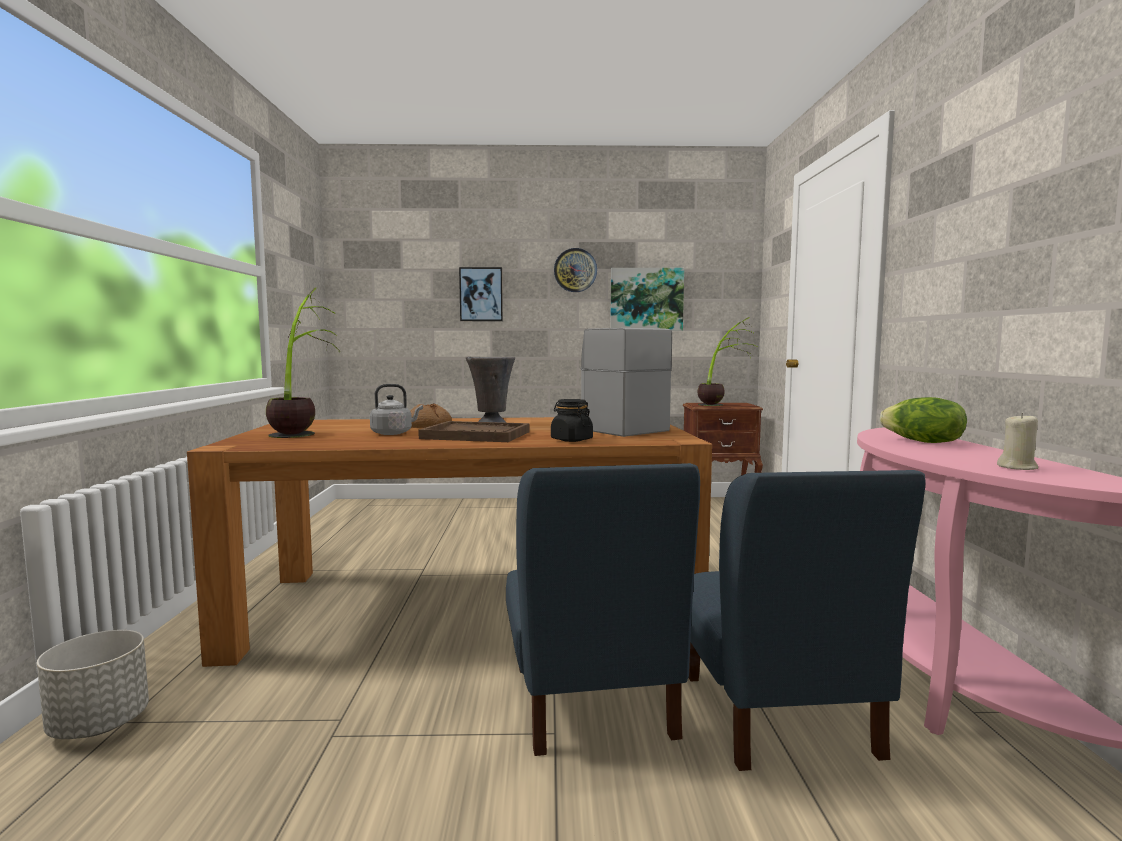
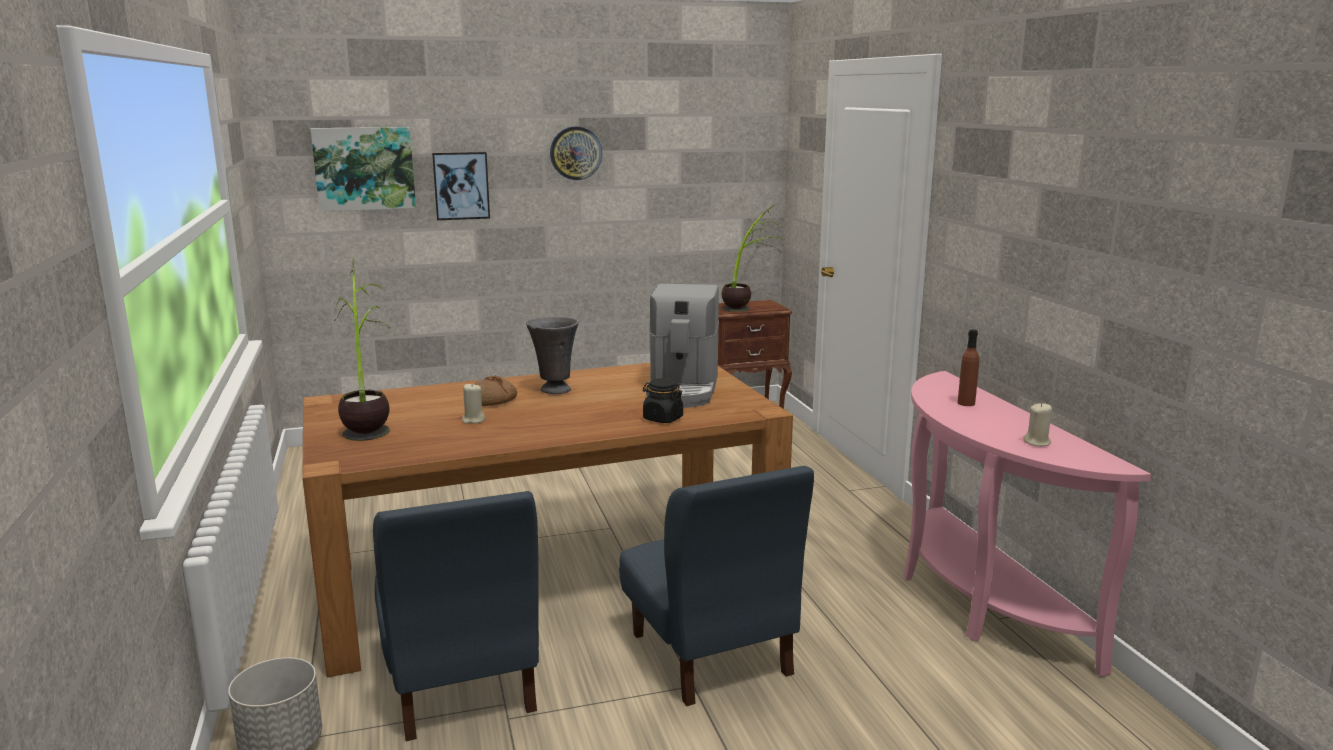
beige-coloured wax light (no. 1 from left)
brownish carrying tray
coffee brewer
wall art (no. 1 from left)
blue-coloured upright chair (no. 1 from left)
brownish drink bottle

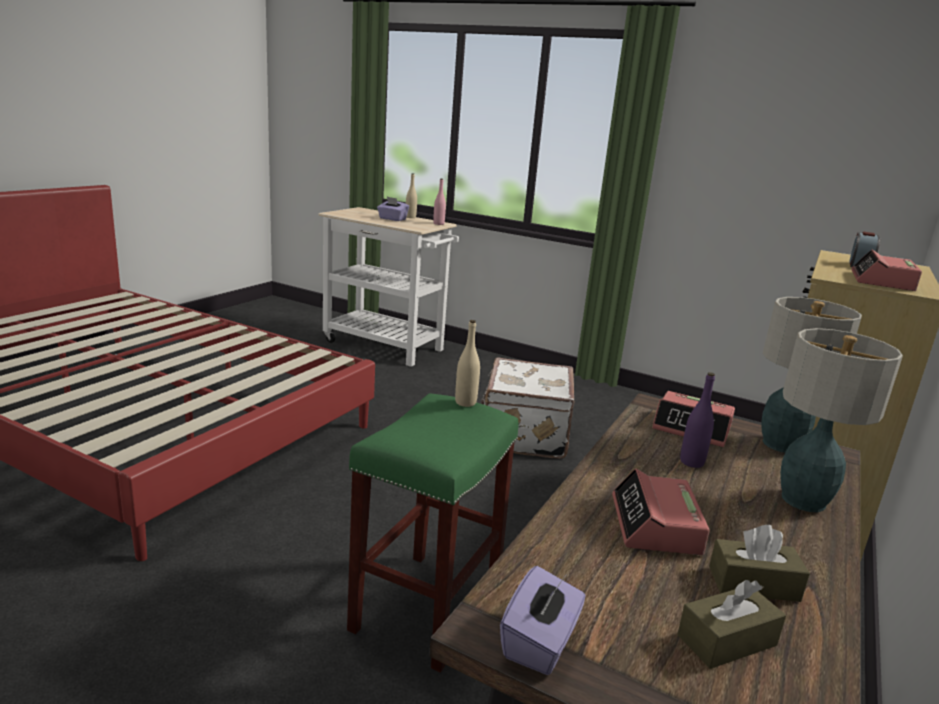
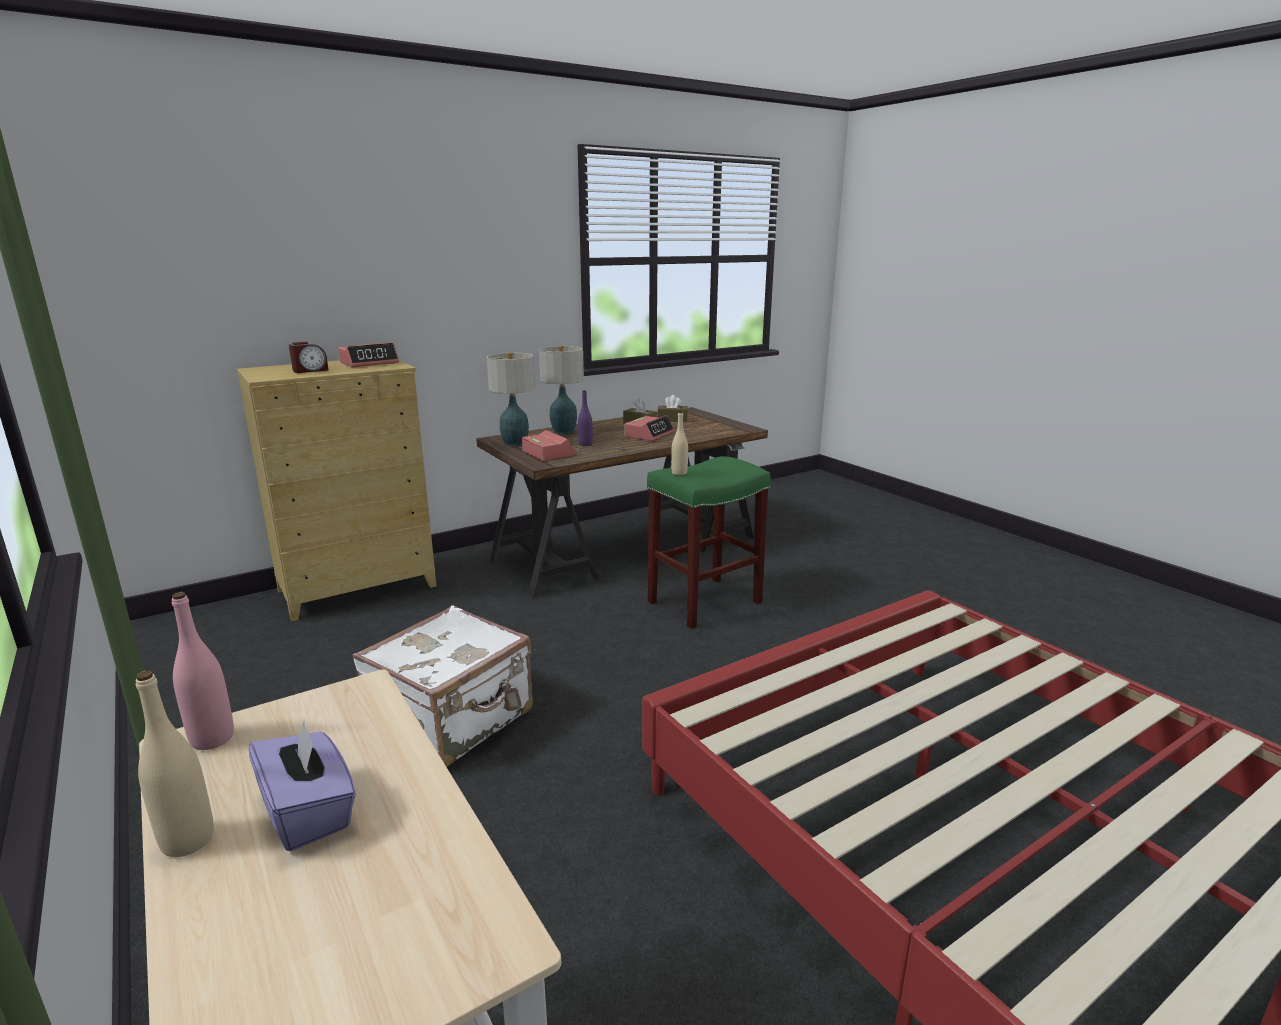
purple-coloured tissue holder (no. 2 from left in the first image)

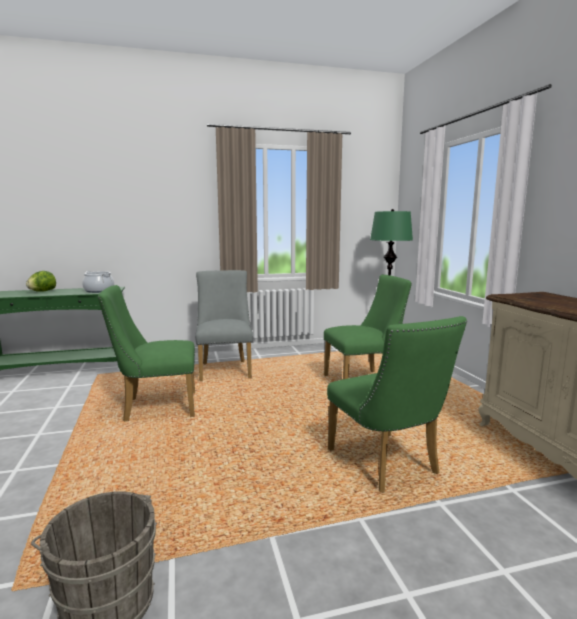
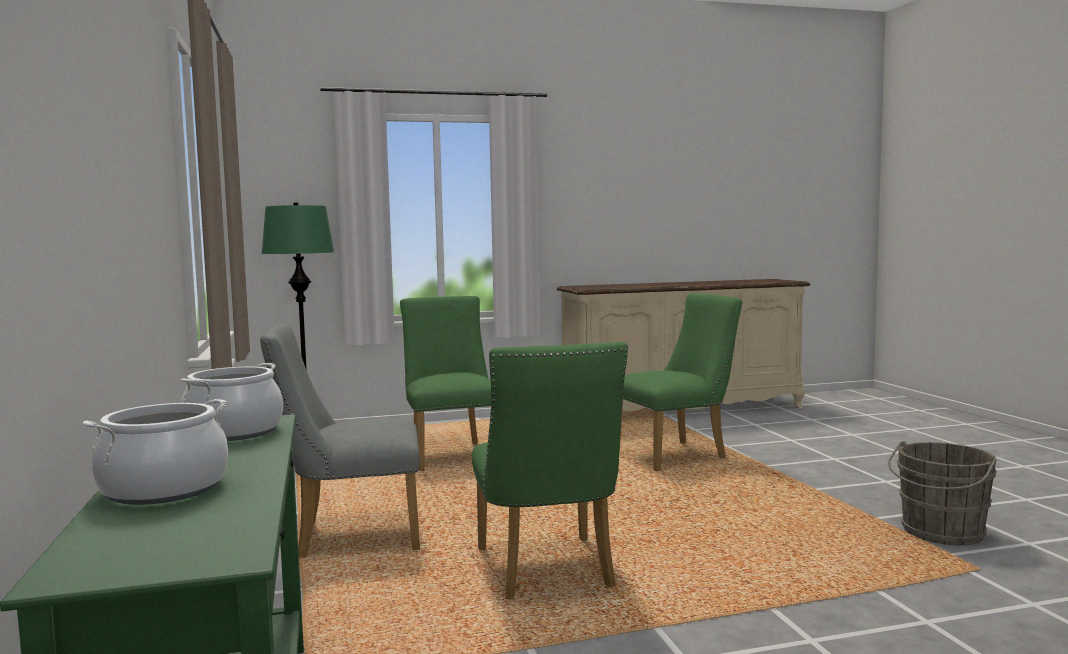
saucepot (no. 1 from left)

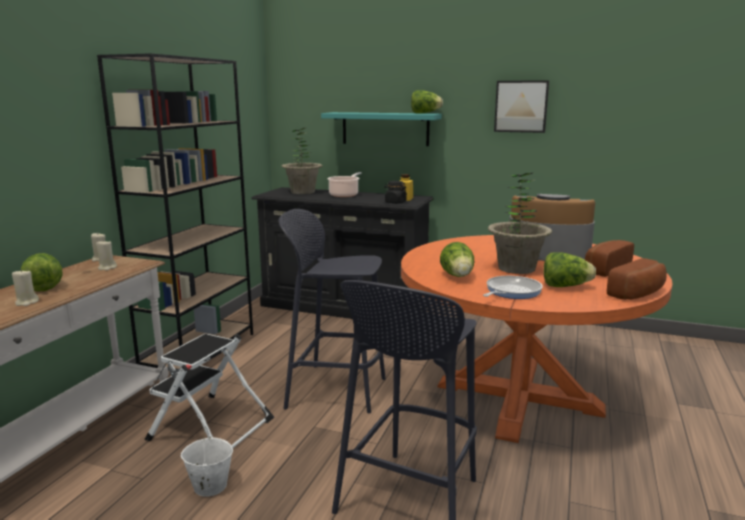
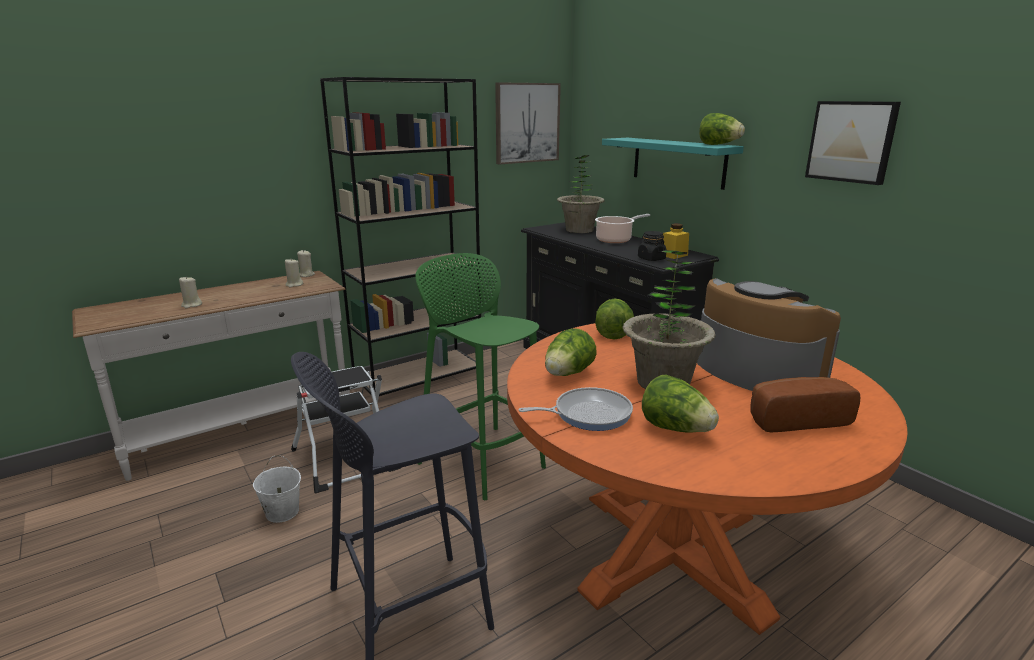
head of lettuce (no. 2 from left)
green stool seat
baked bread (no. 2 from left in the first image)
wall art (no. 1 from left)

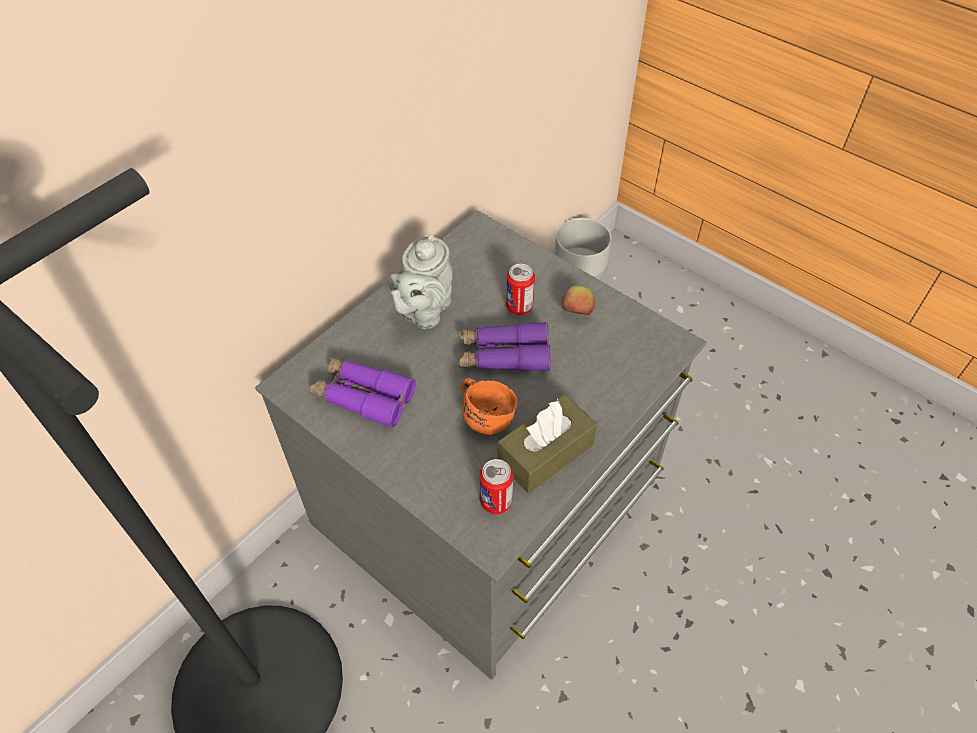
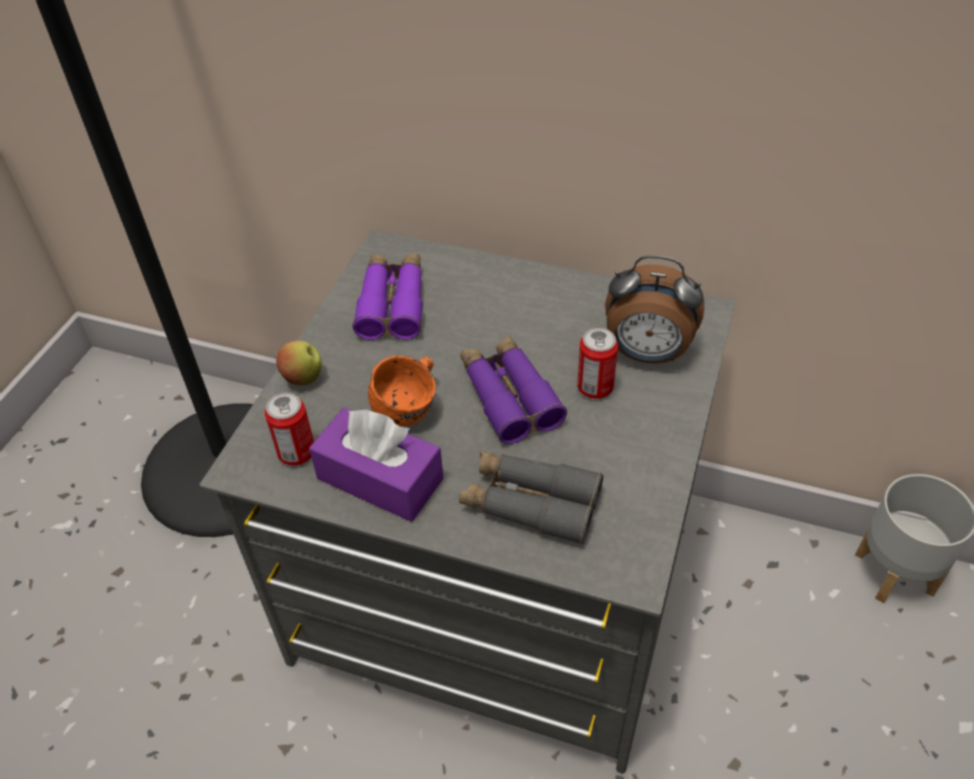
grey teapot
purple-coloured tissue holder
apple
grey field glasses
alarm clock

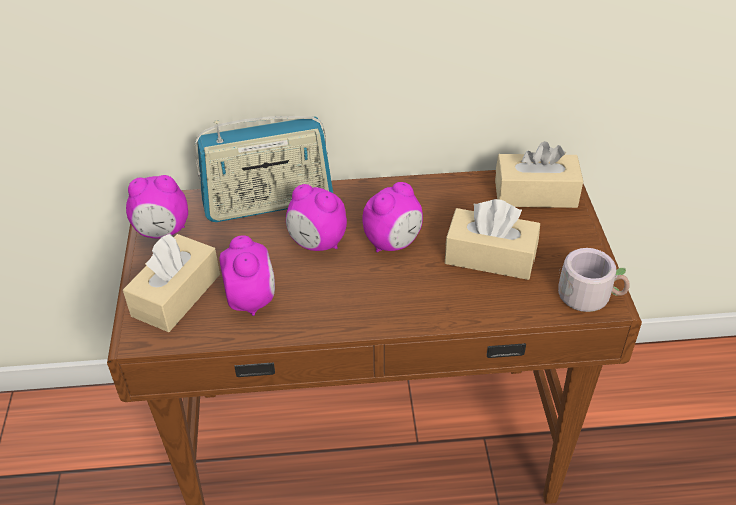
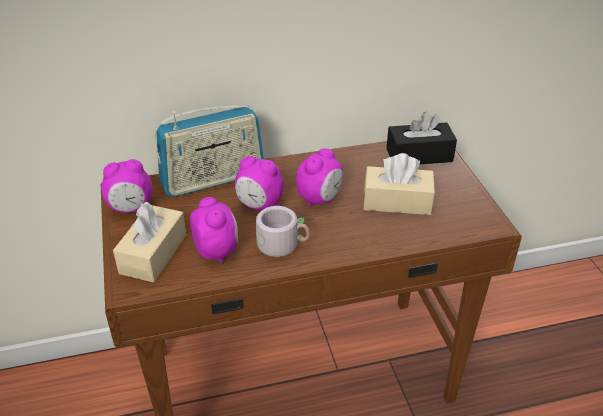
blackish tissue holder
grey mug

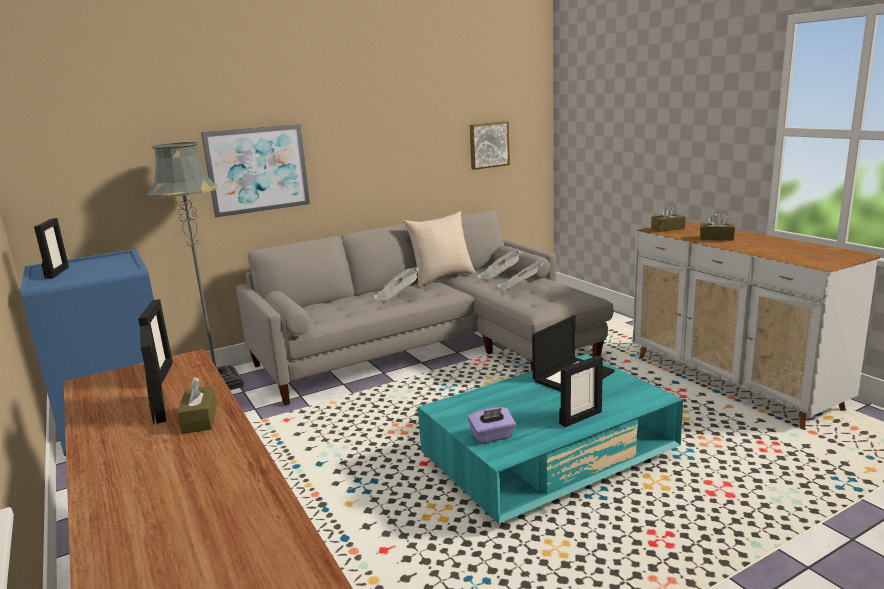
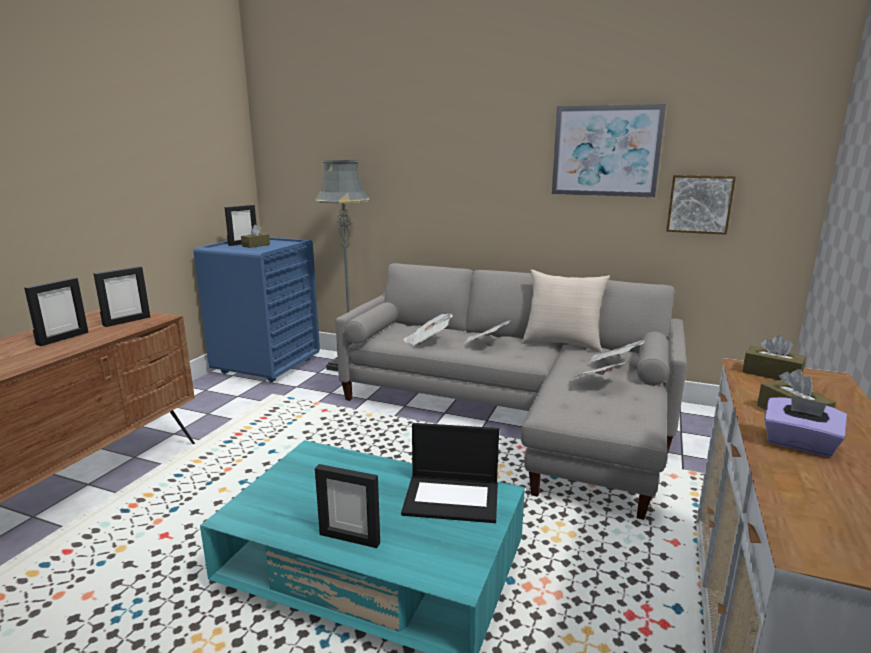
brownish tissue holder (no. 1 from left)
wall art (no. 1 from left)
purple-coloured tissue holder
daily paper (no. 1 from left)

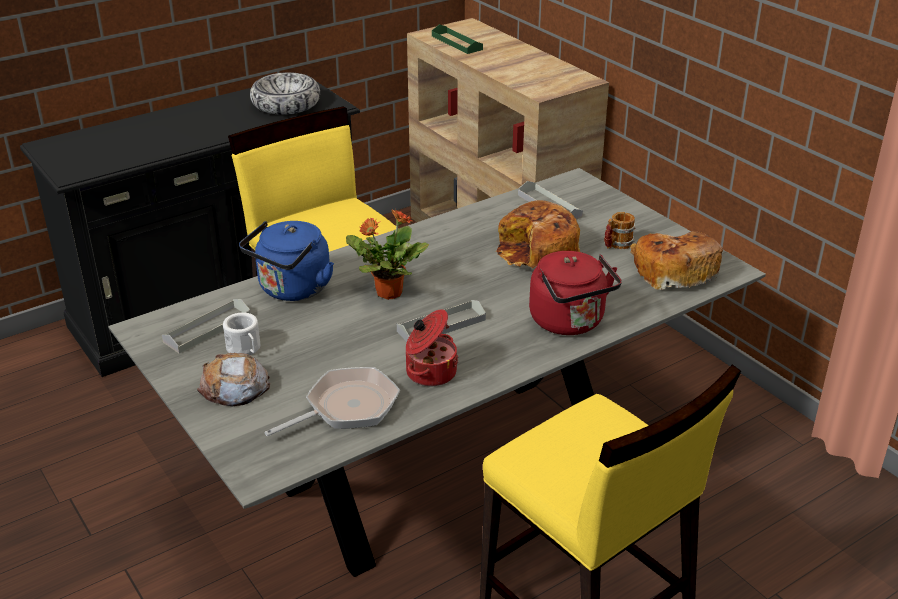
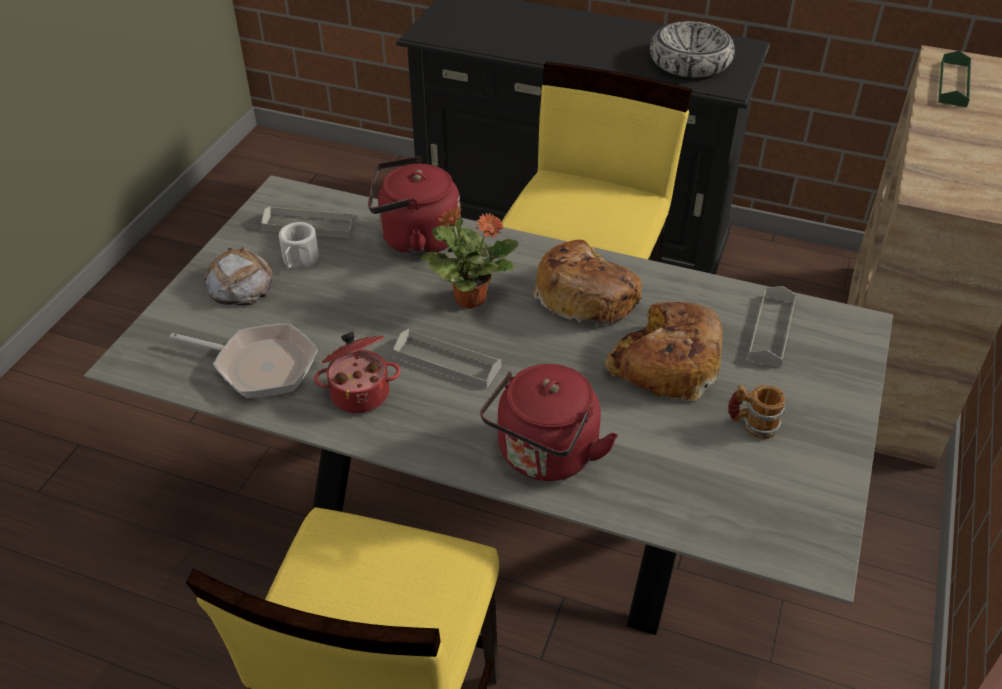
red tea kettle (no. 1 from left)
baked bread (no. 2 from left)

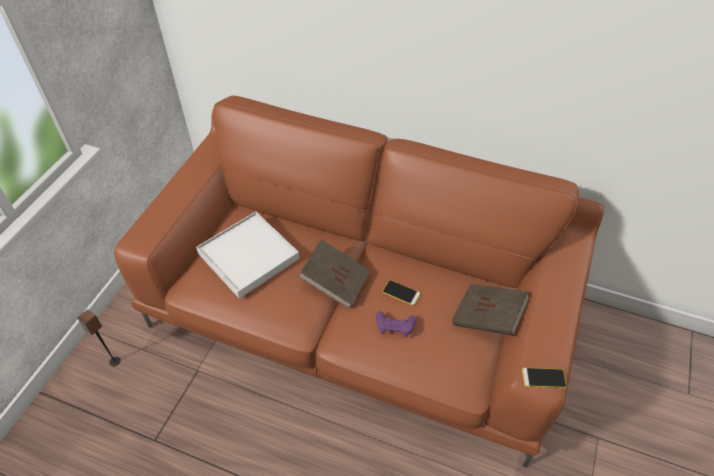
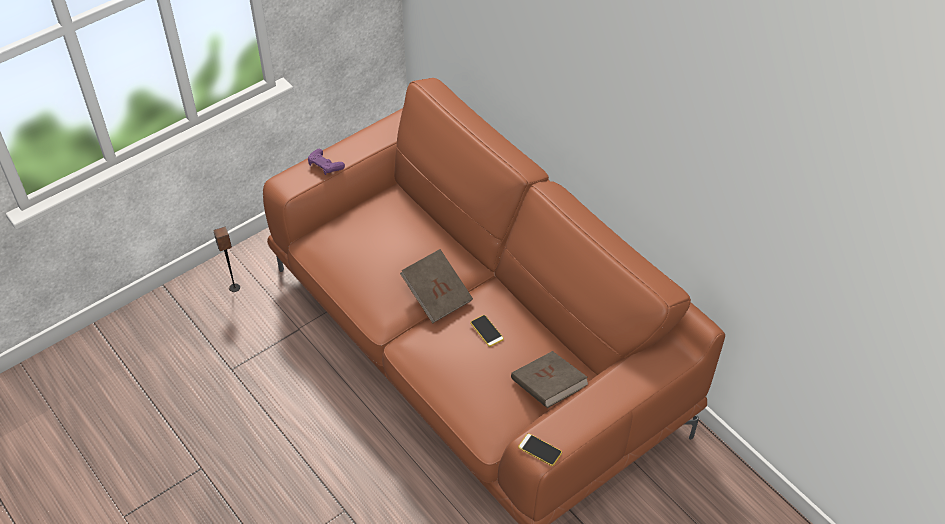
white-coloured carrying tray
purple-coloured gamepad

